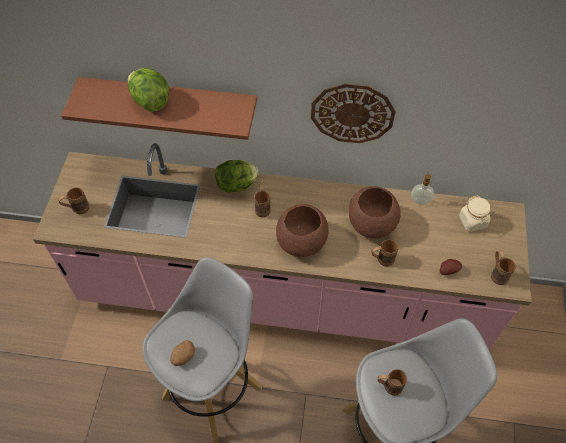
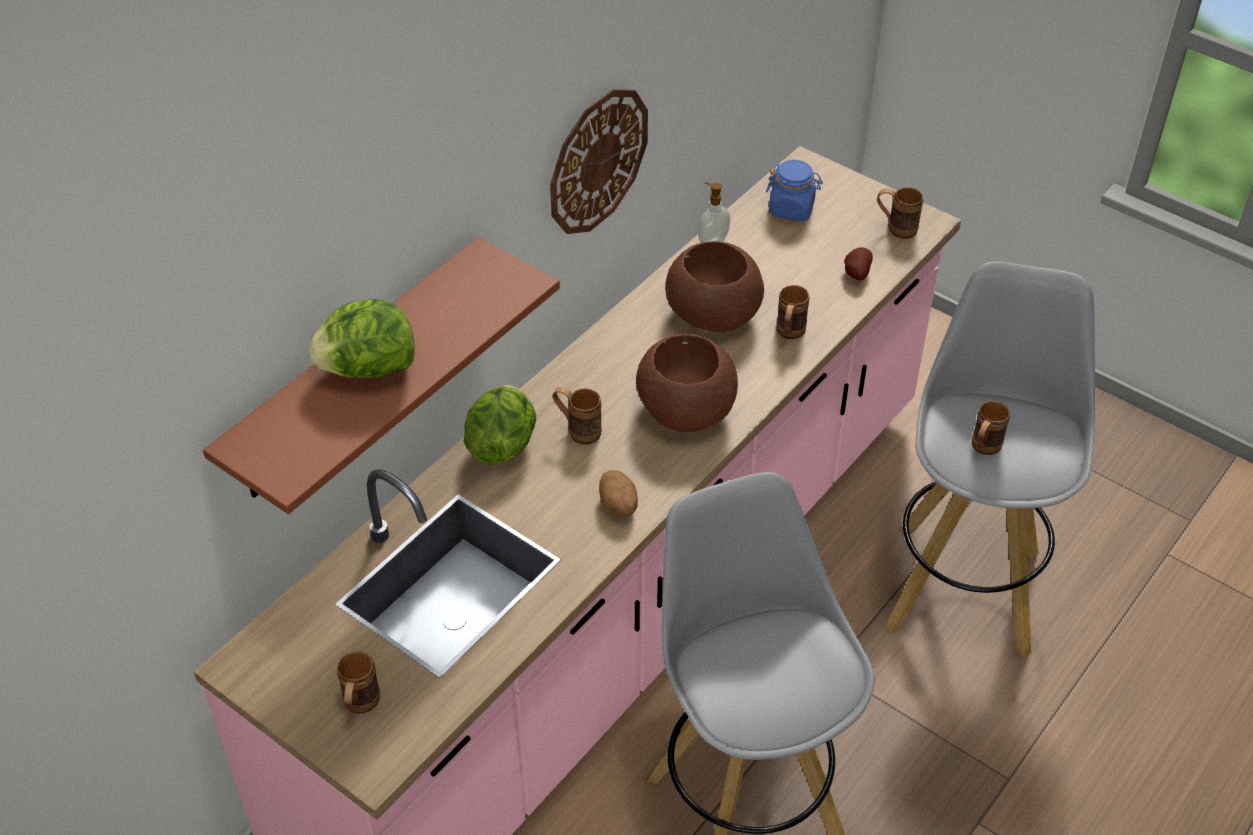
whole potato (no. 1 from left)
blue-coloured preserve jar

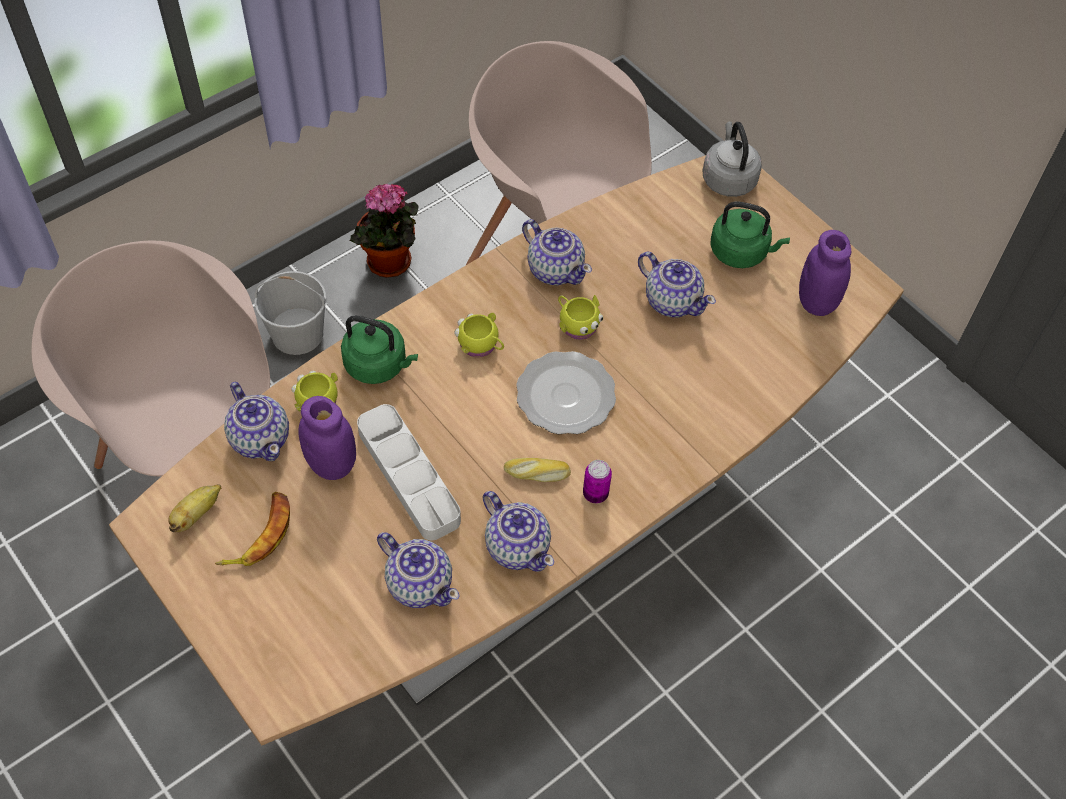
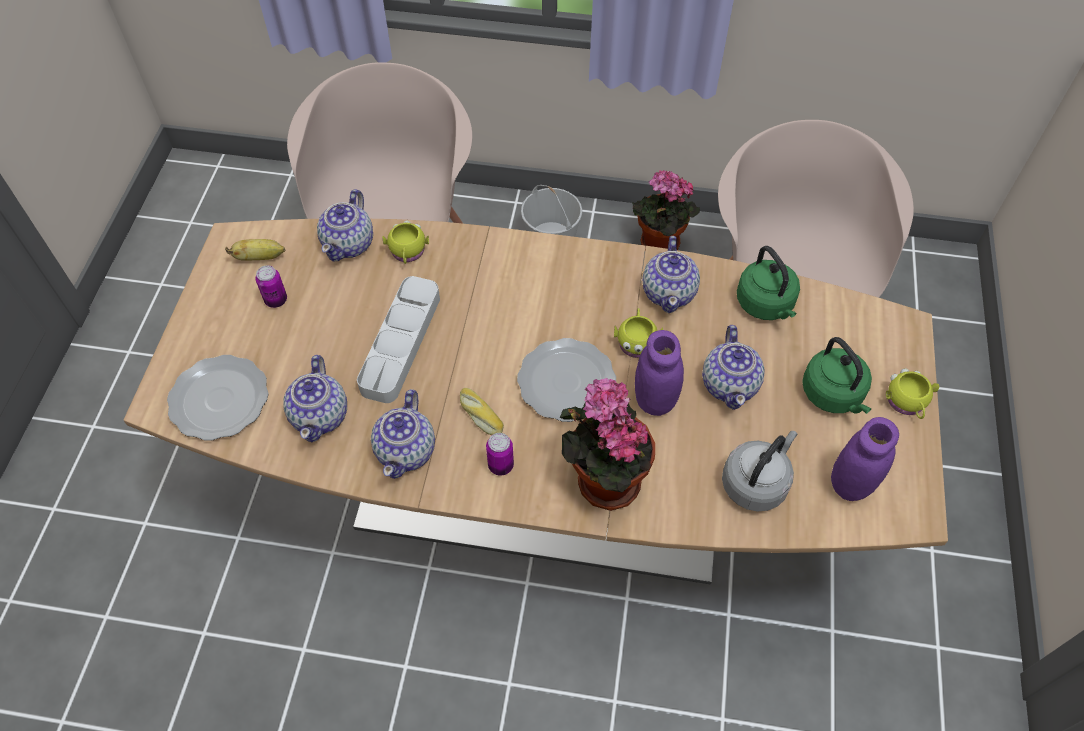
metal can (no. 1 from left)
purple-coloured preserve jar (no. 1 from left)
green tea kettle (no. 1 from left)
yellow-coloured mug (no. 3 from left)
grey tea kettle
plate (no. 1 from left)
plant in a pot (no. 1 from left)

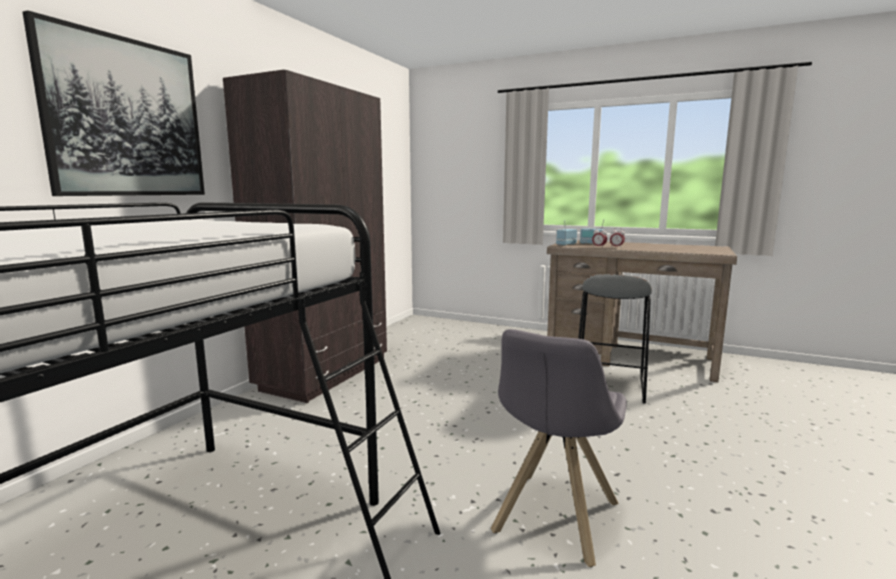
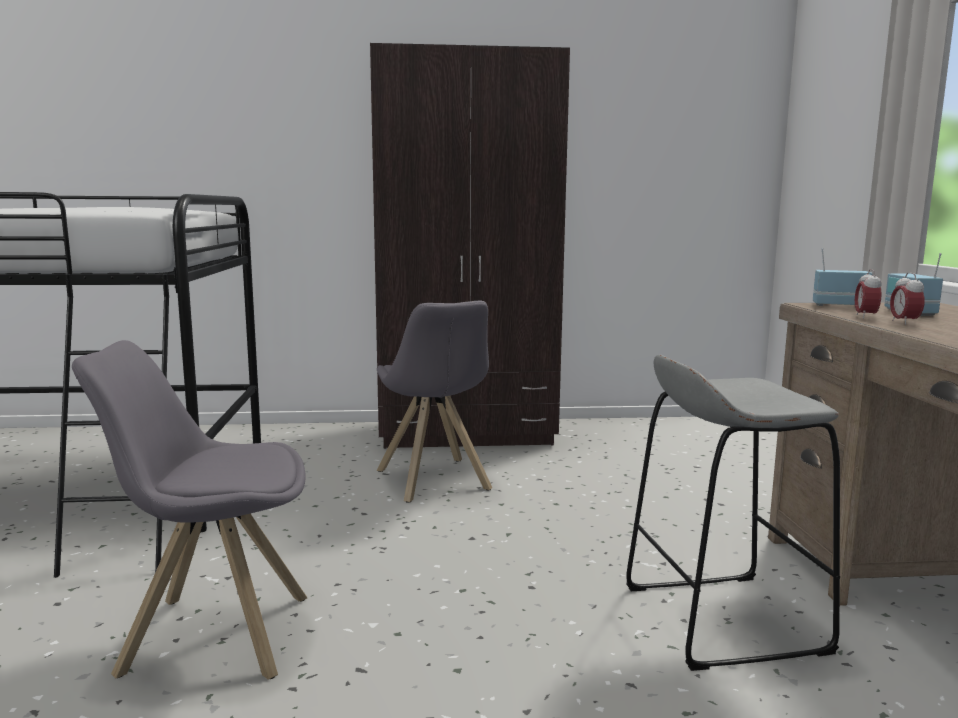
wall art
grey upright chair (no. 2 from left)

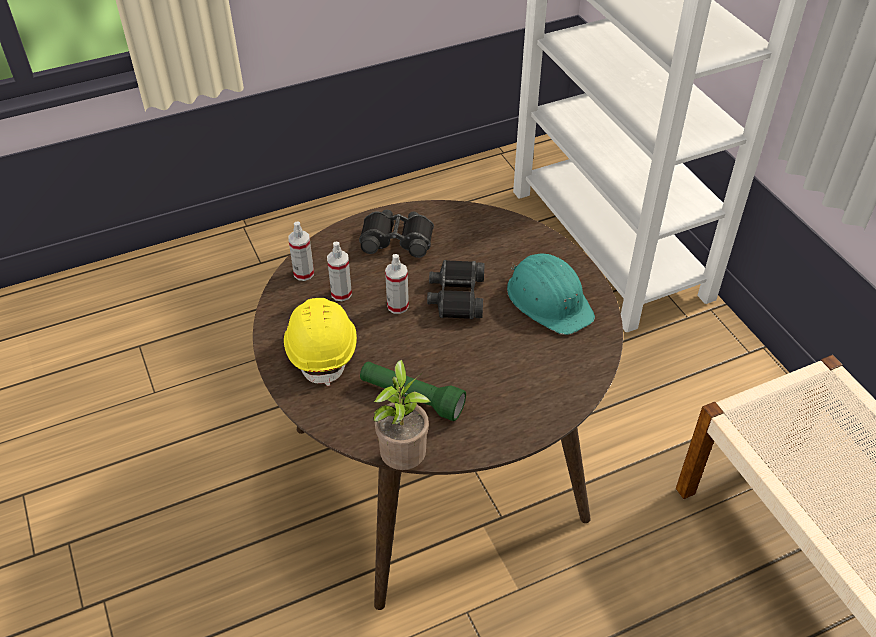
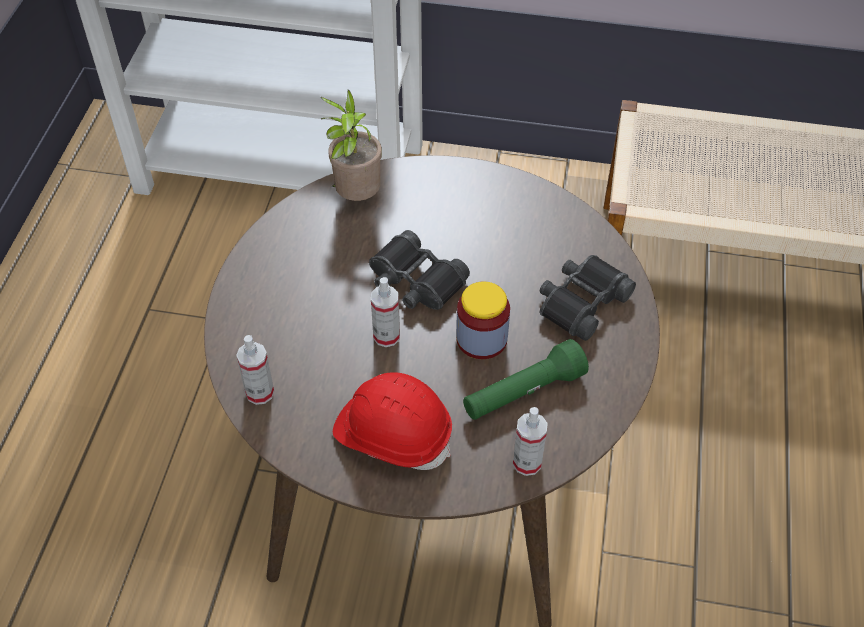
red hard hat
hand sprayer (no. 3 from left)
blackish field glasses (no. 2 from left)
plant in a pot
turquoise-coloured hard hat
preserve jar

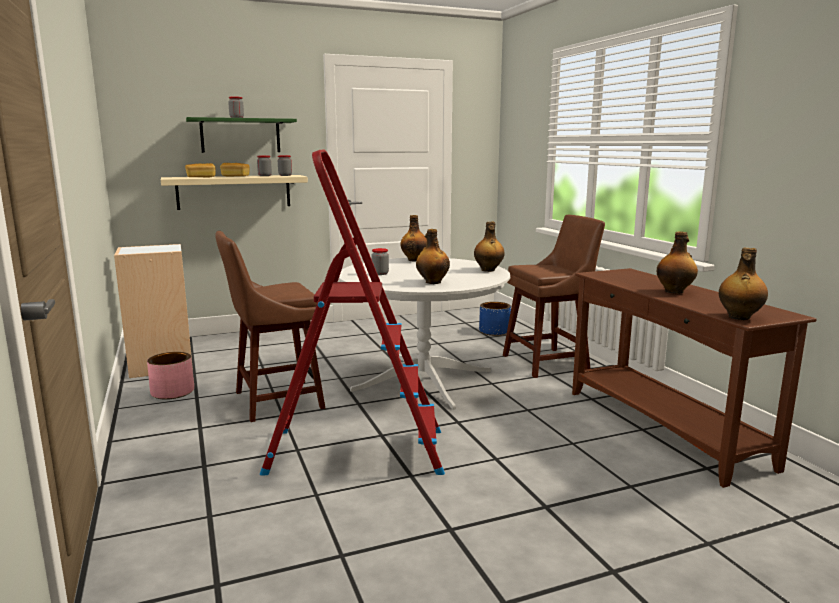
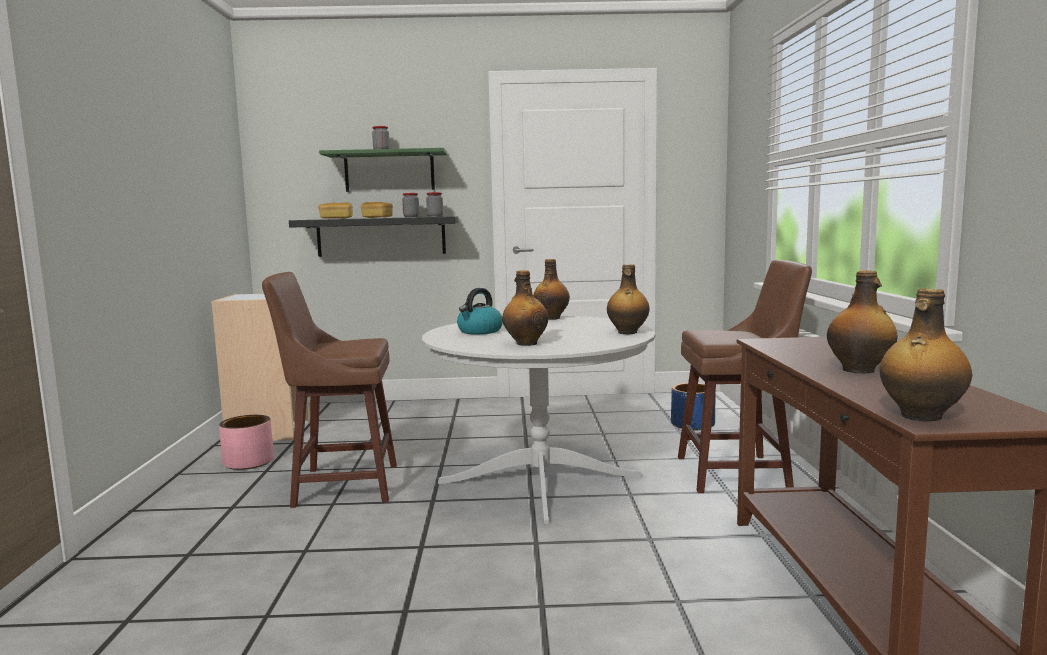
blackish shelf
red step ladder
tea kettle

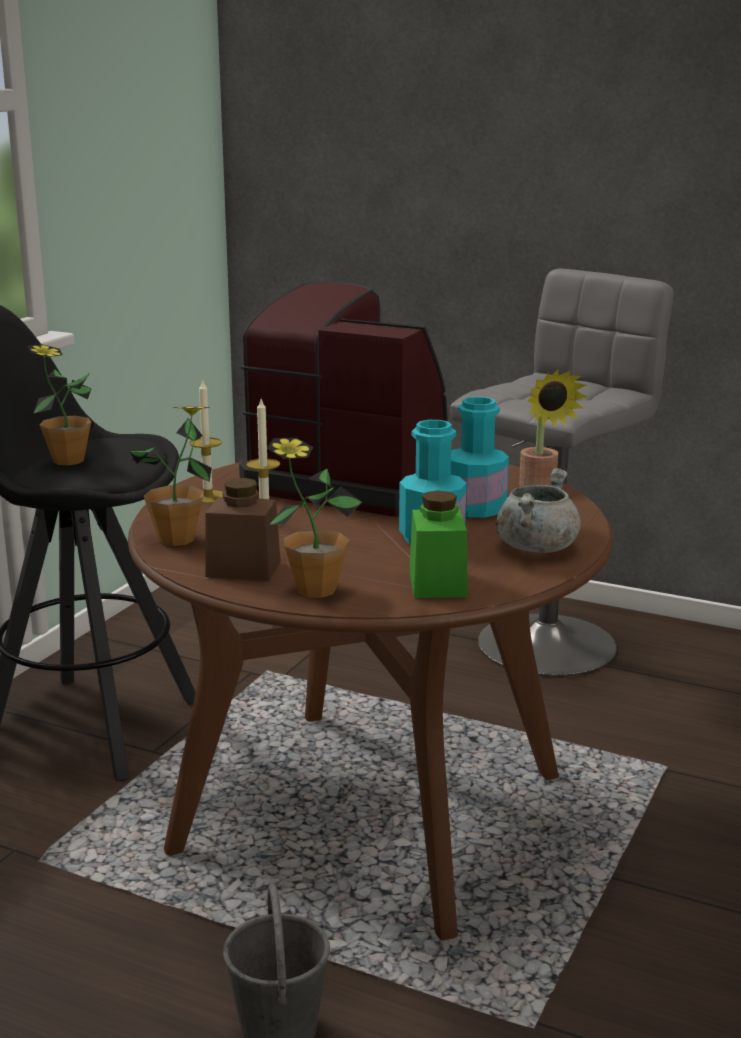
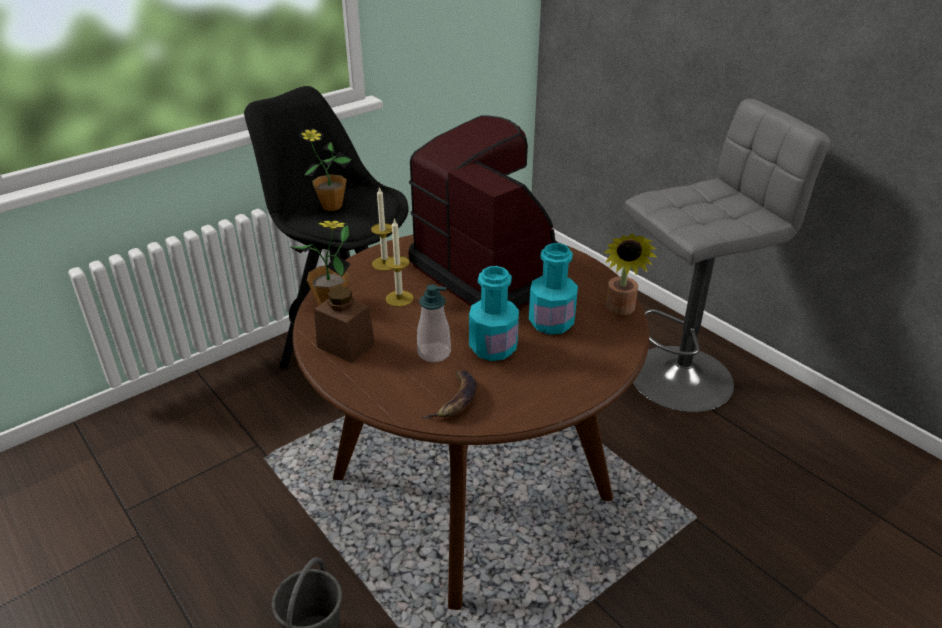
plant in a pot (no. 3 from left in the first image)
whole banana
grey saucepot
soap dispenser

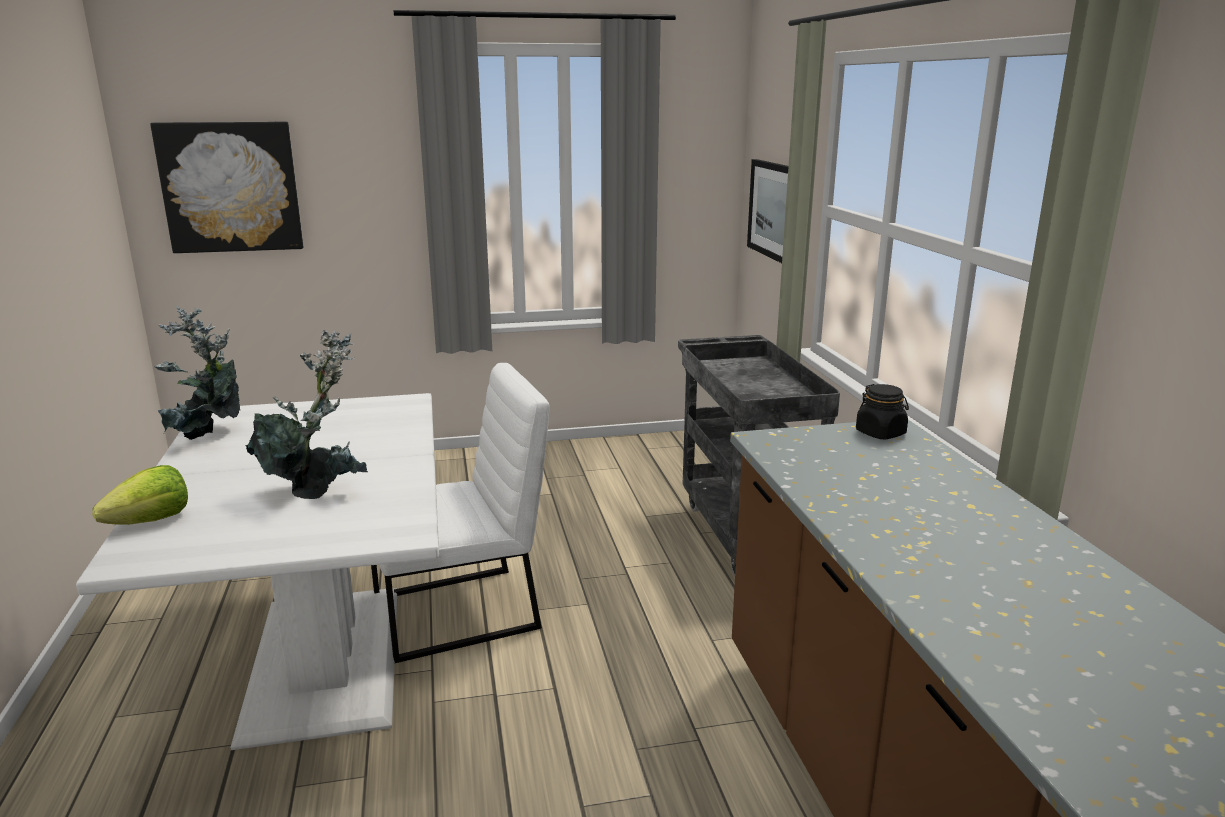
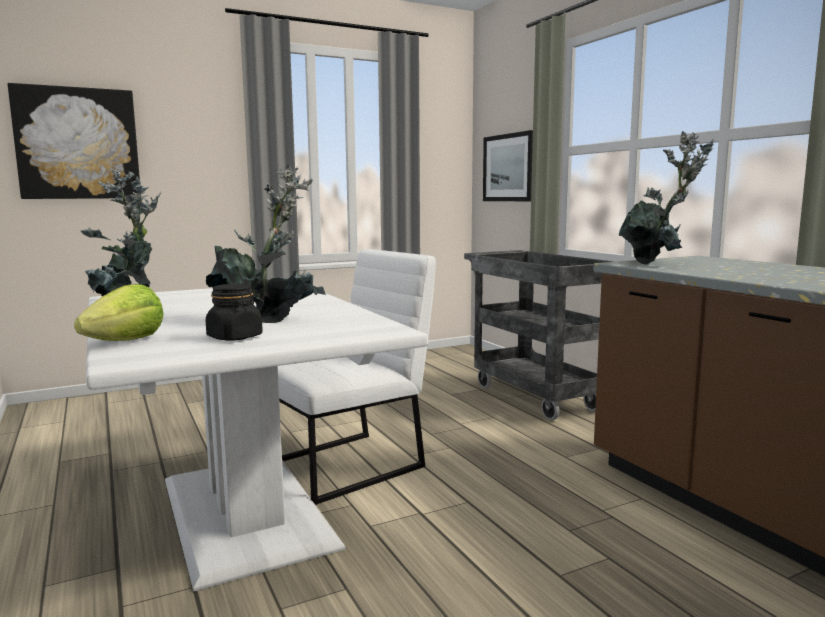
blackish preserve jar
plant in a pot (no. 3 from left)

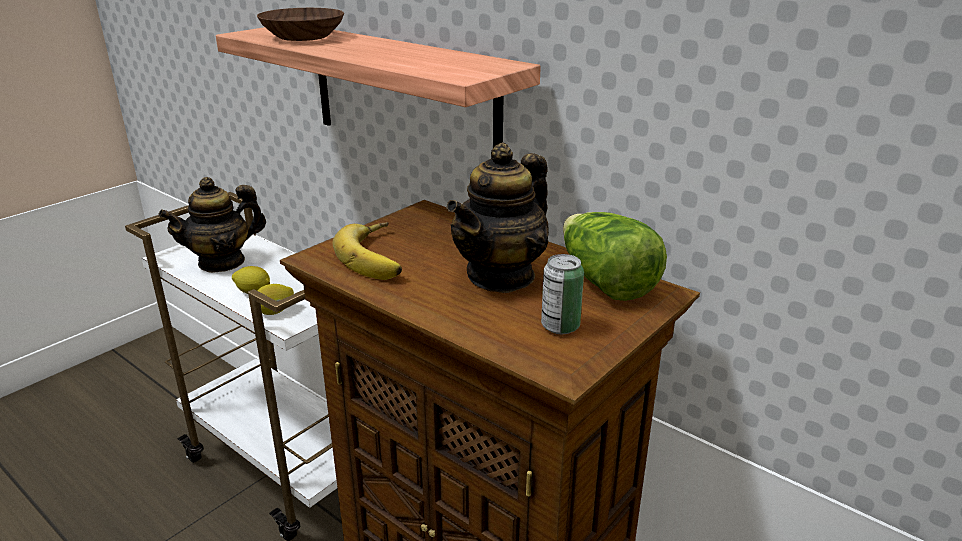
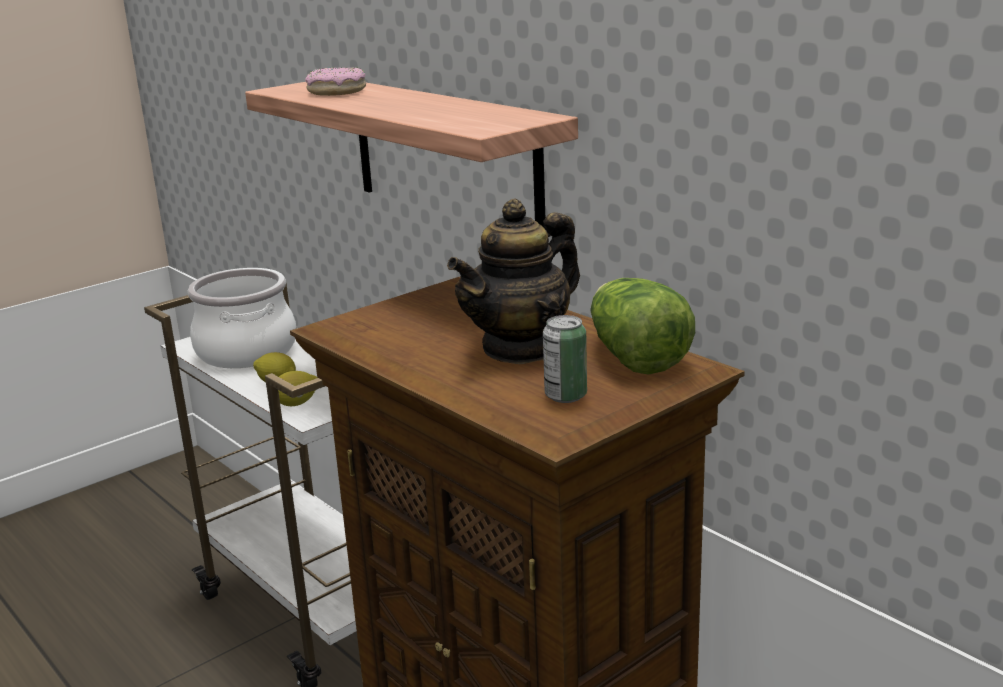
saucepot
doughnut
whole banana

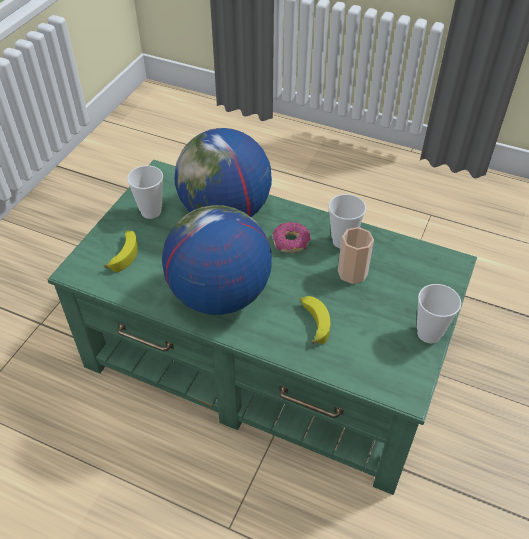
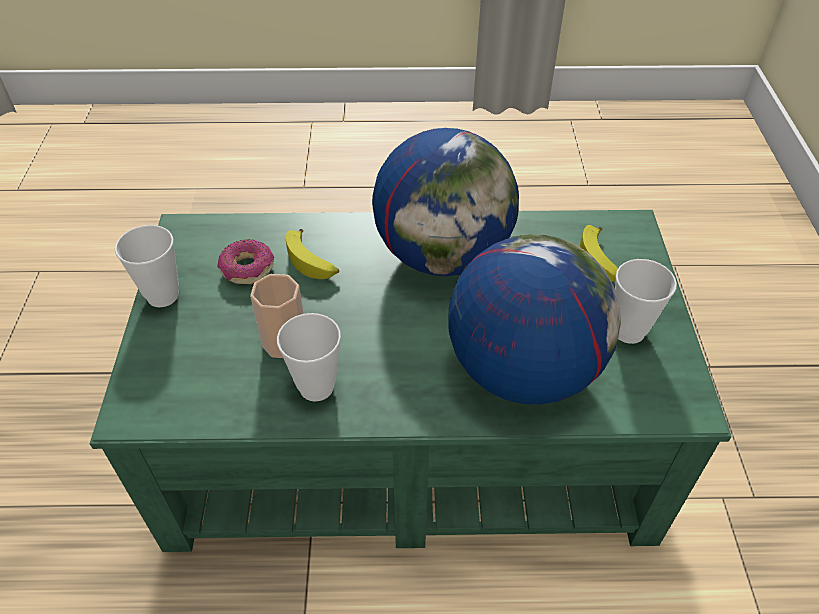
doughnut

